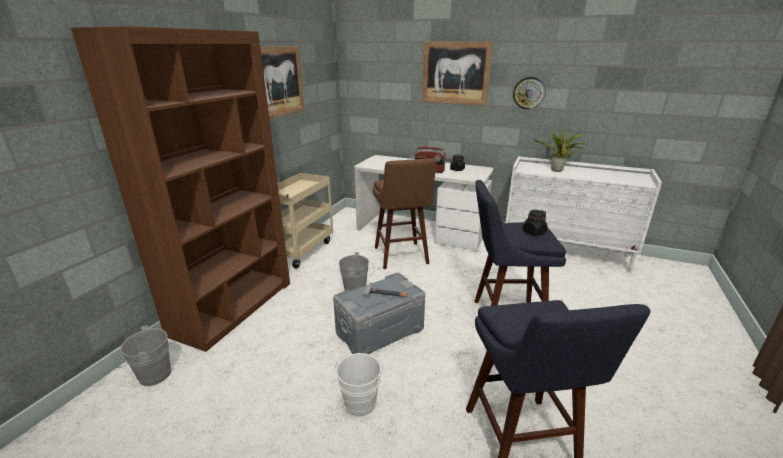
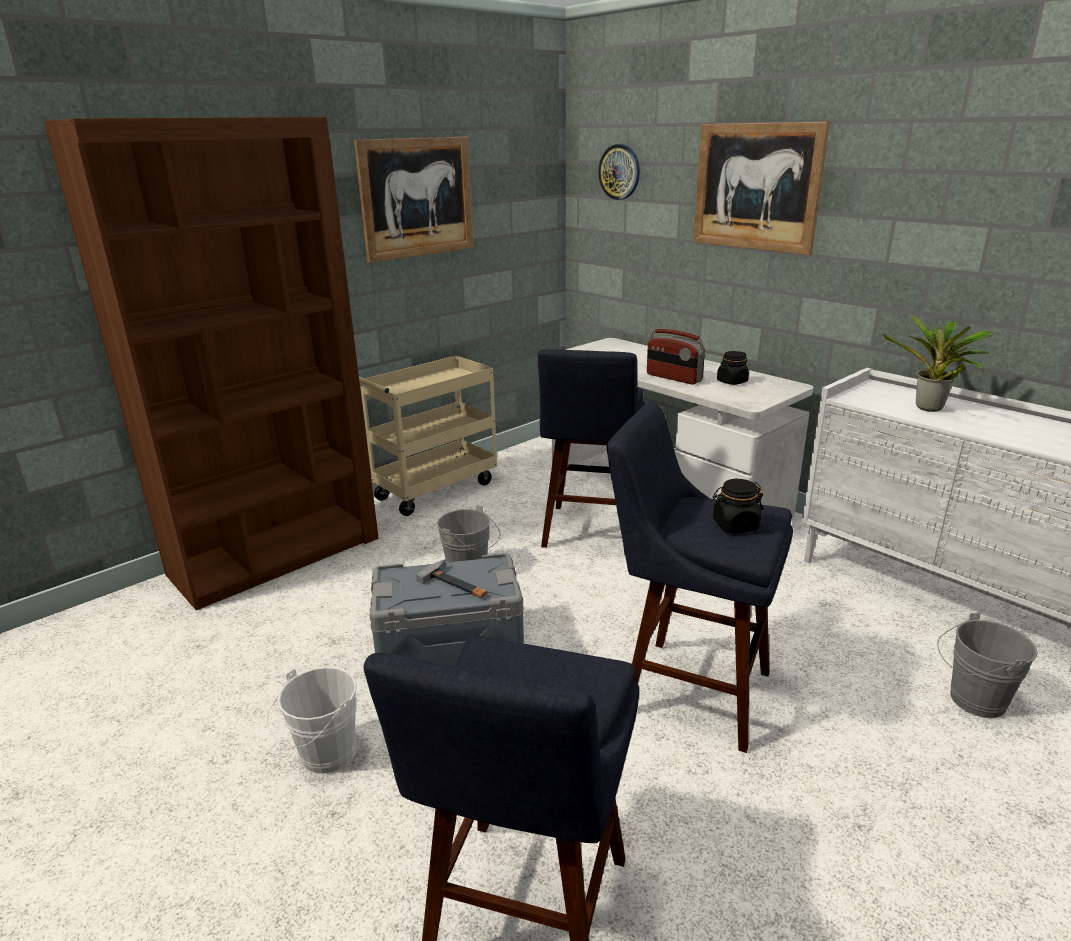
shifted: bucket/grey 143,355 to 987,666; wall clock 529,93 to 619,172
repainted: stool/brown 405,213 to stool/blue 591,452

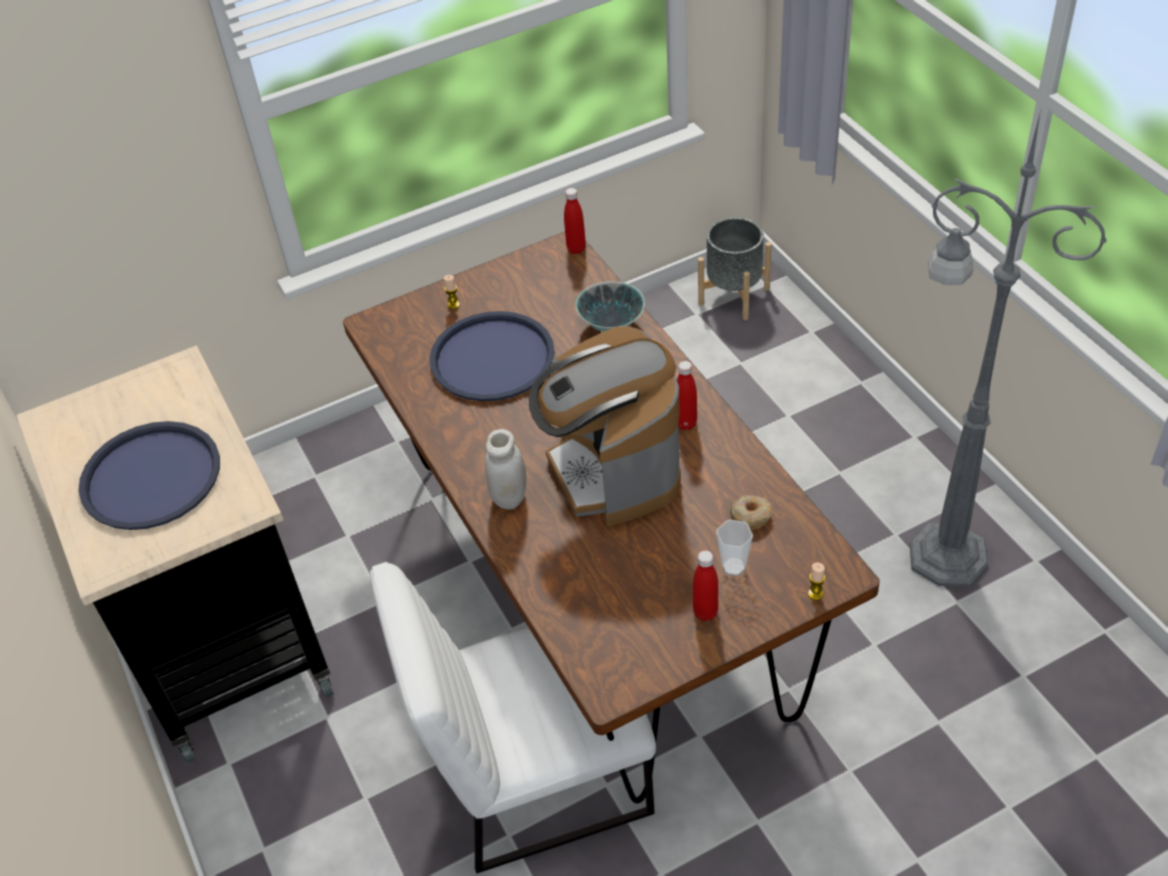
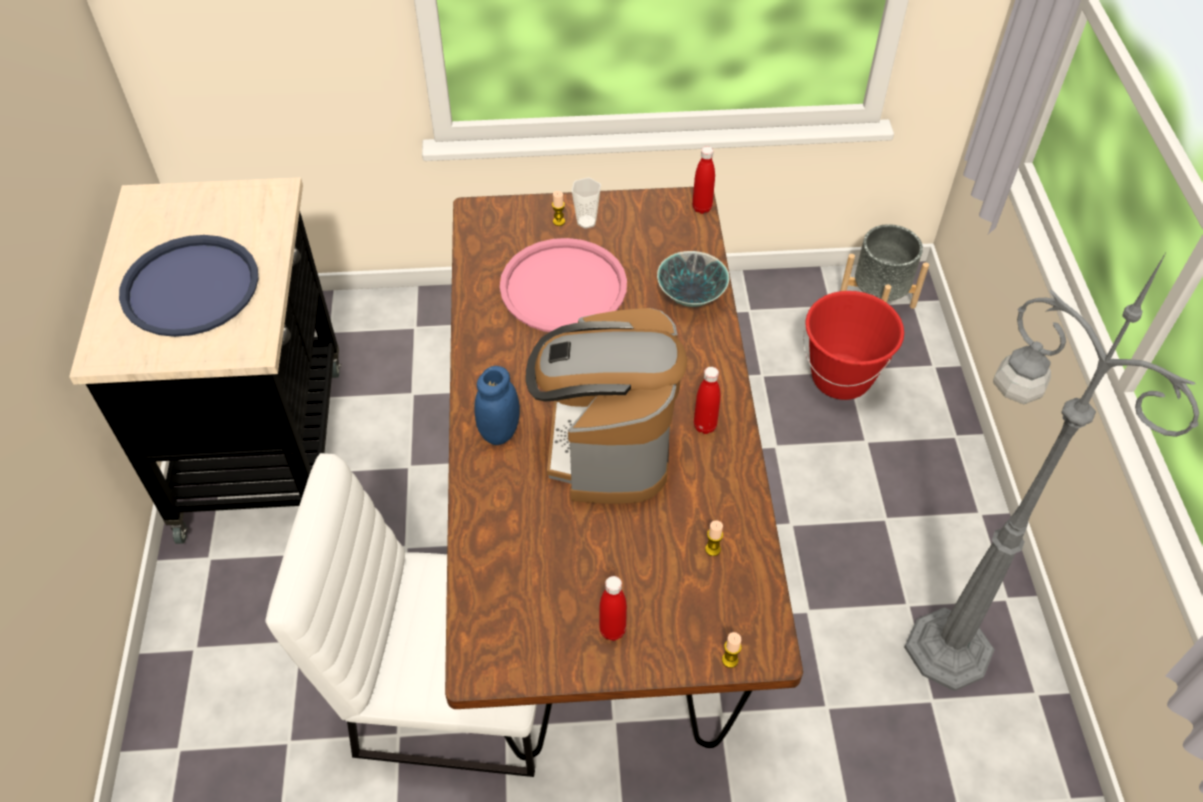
new: bucket/red 853,345
shifted: cup 734,548 to 586,203
swapped: donut 751,512 to candle 714,538
repainted: tray/blue 492,356 to tray/pink 563,285; jar/white 505,469 to jar/blue 497,405

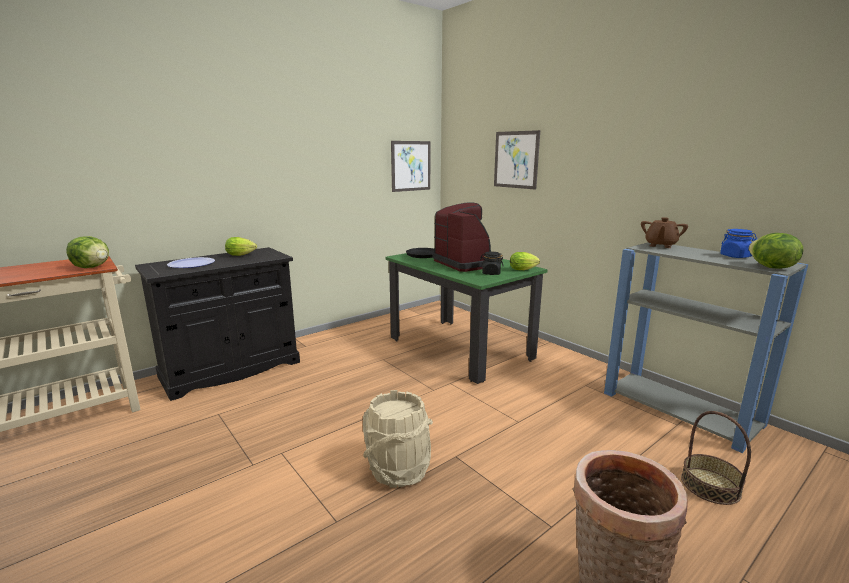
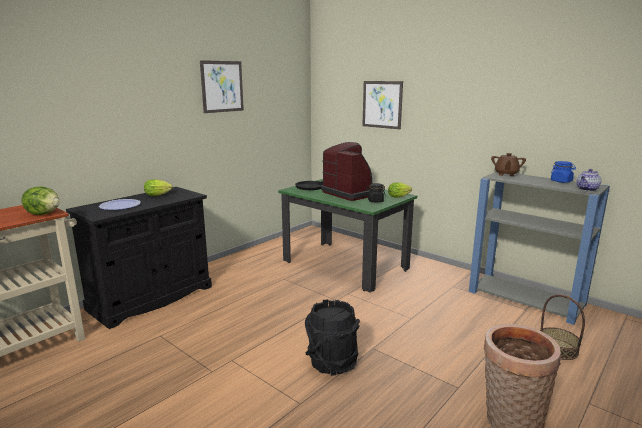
shifted: picture 410,166 to 222,86
swapped: lettuce 776,251 to teapot 589,180
repainted: bucket/beige 398,439 to bucket/black 332,337

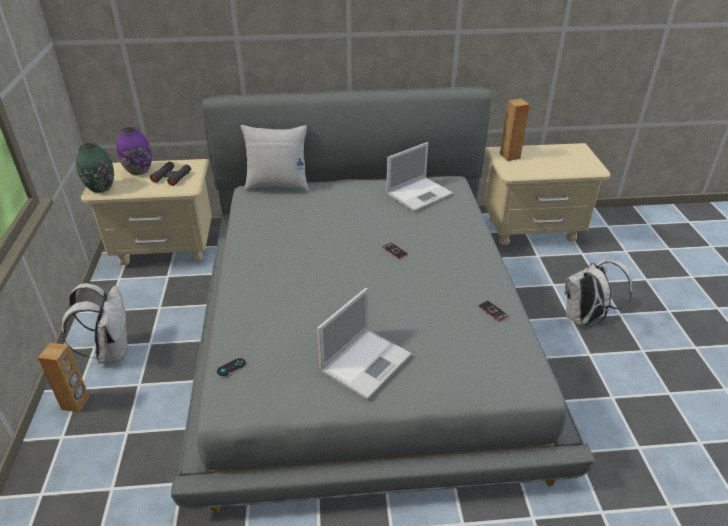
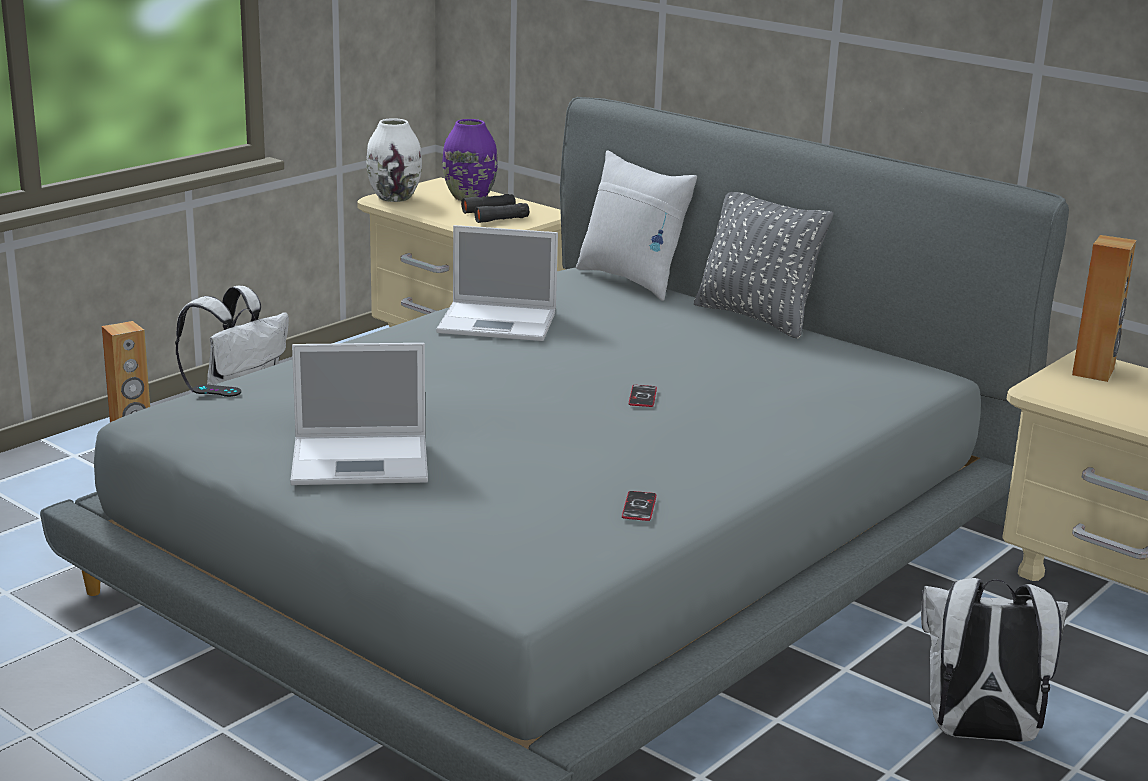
new: pillow/grey 764,265
shifted: laptop 419,176 to 497,283
repainted: vase/green 95,168 to vase/white 394,160

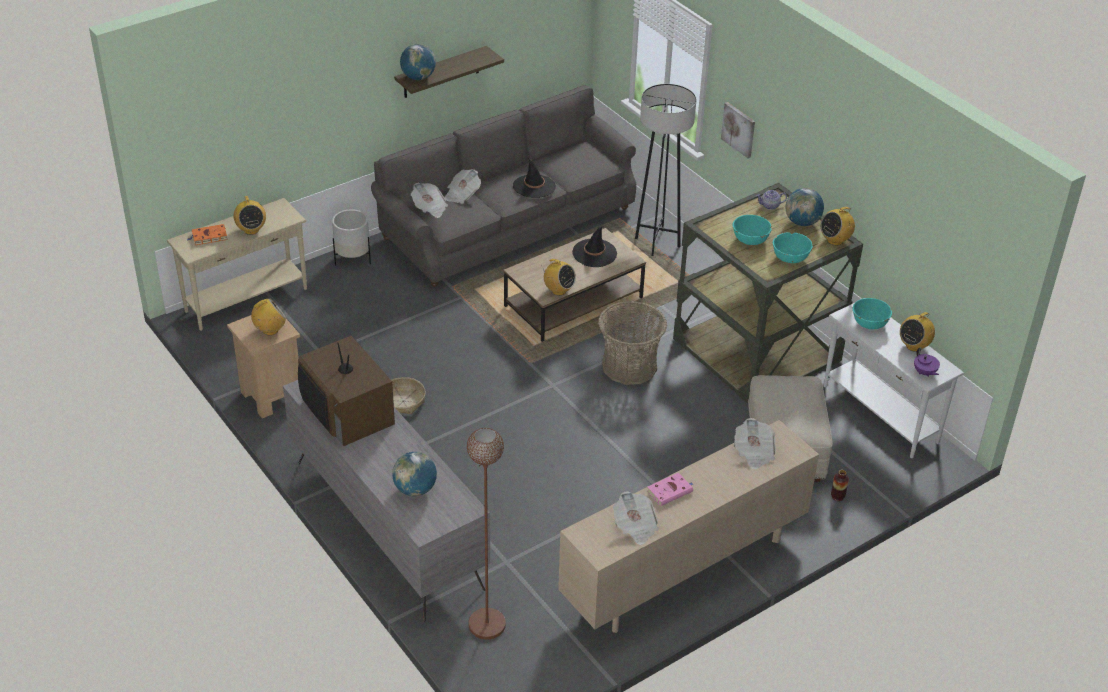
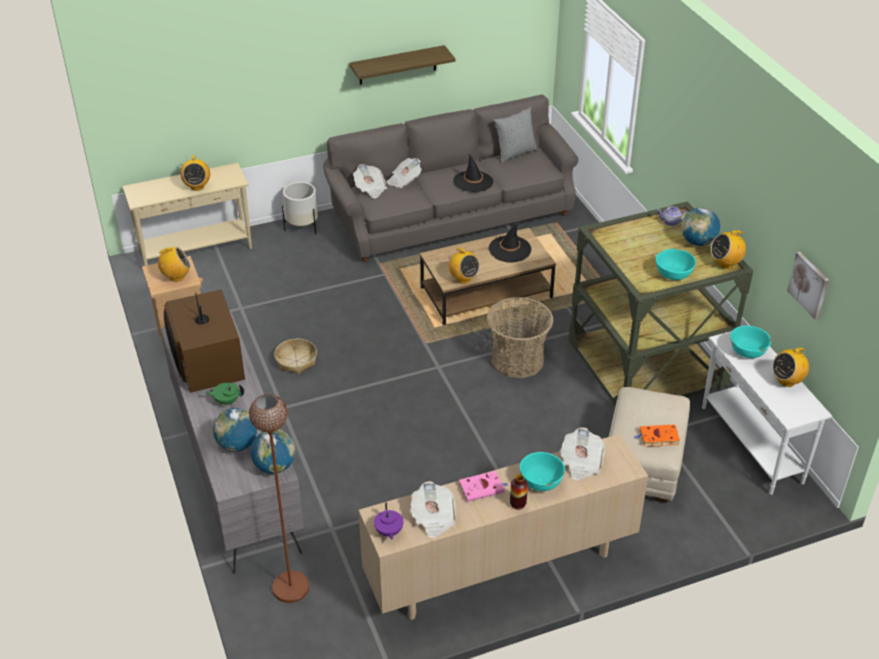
gone: floor lamp/black 665,170
new: teapot/green 224,394; pillow/grey 516,135
shifted: book/orange 208,234 to 657,435; globe 418,62 to 273,451; picture 738,130 to 808,286; bowl/turquoise 752,230 to 542,471; vase 840,485 to 519,492; teapot/purple 927,362 to 388,520

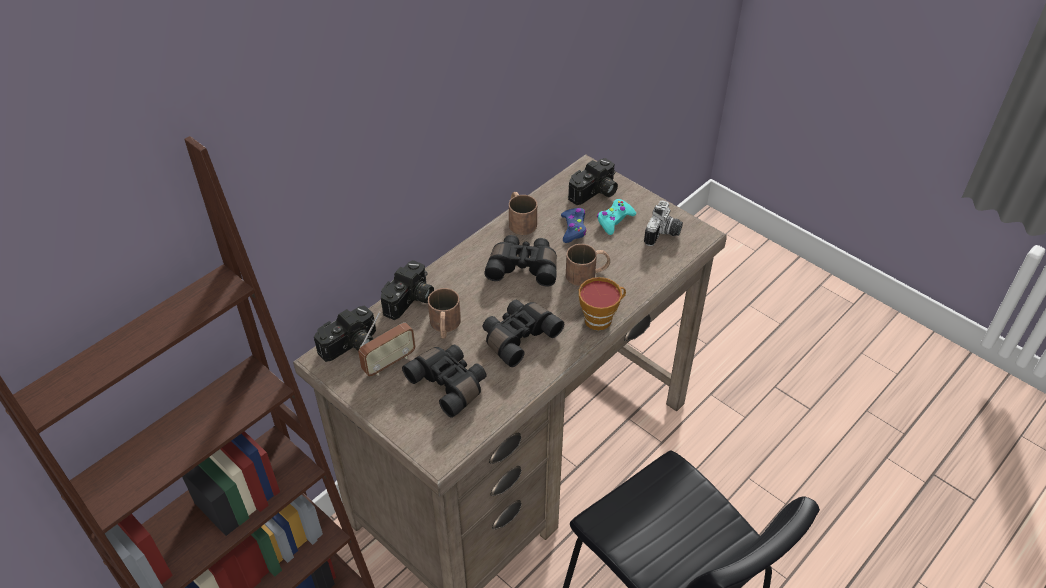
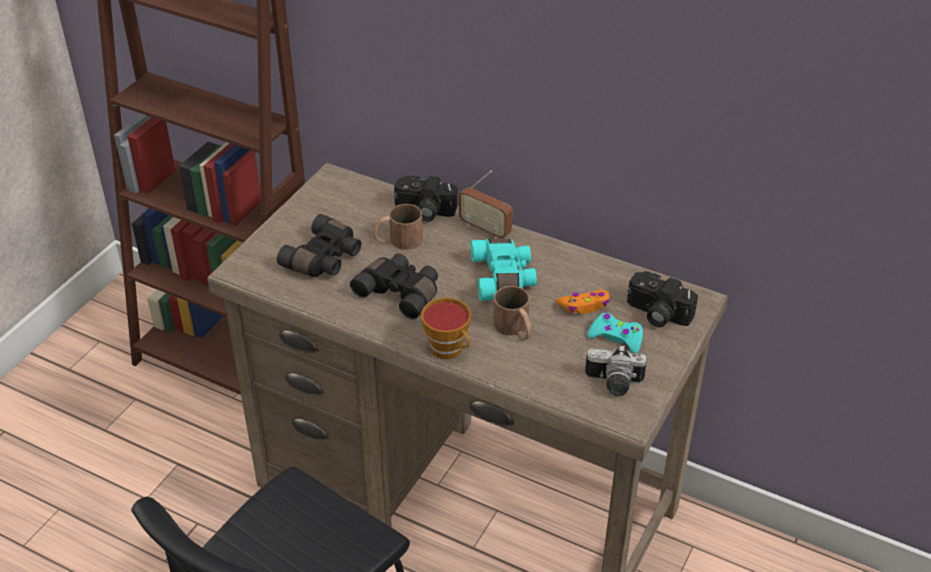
gone: photo camera 345,333; mug/brown 523,213
shifted: radio 387,344 to 485,205
repainted: binoculars/black 520,261 to binoculars/turquoise 504,270; game controller/blue 573,225 to game controller/orange 583,301

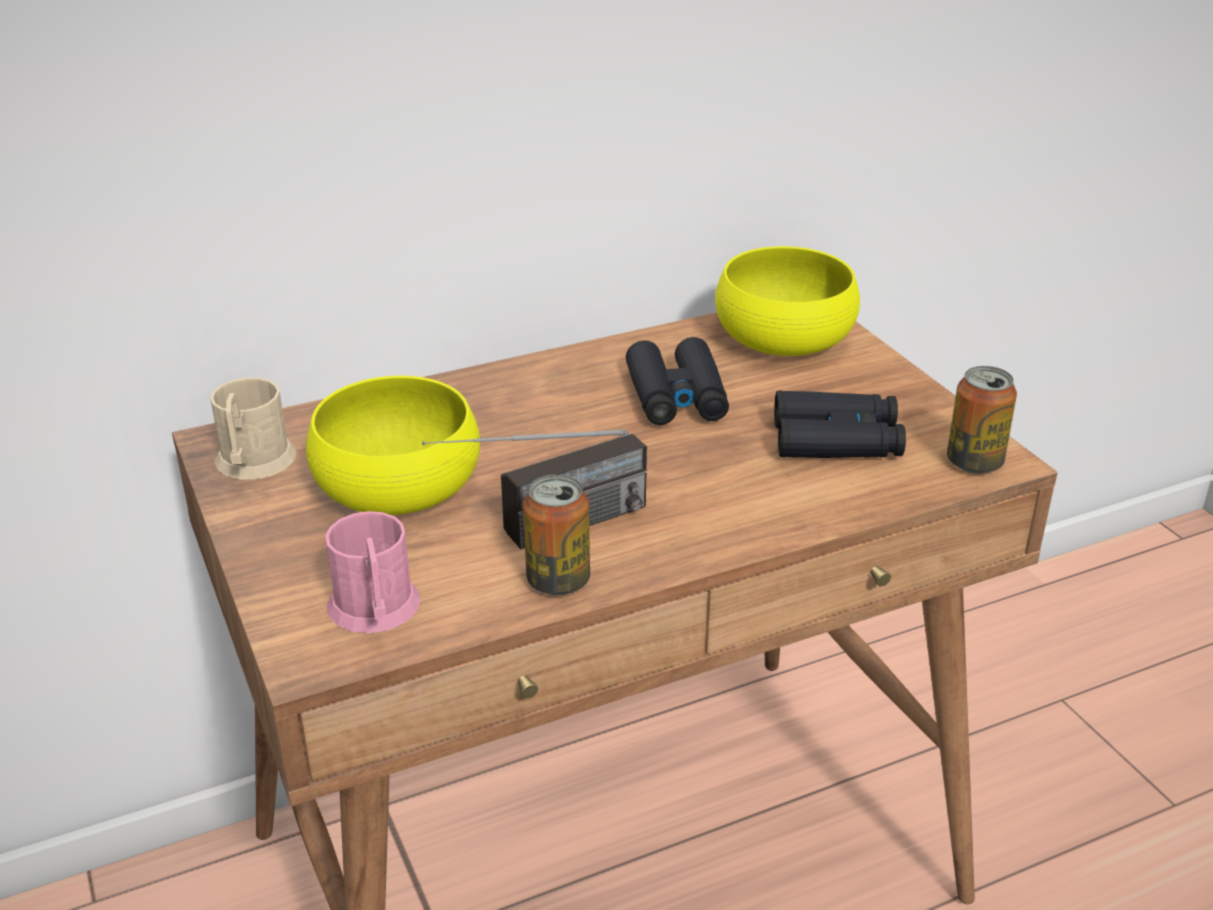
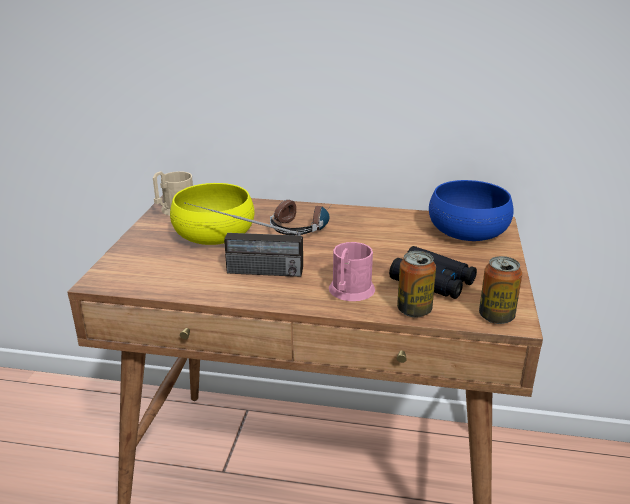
gone: binoculars/black 677,381
new: headphones 300,217
shifted: mug/pink 373,572 to 352,271; can 556,534 to 416,284
repainted: bowl/yellow 787,301 to bowl/blue 471,210

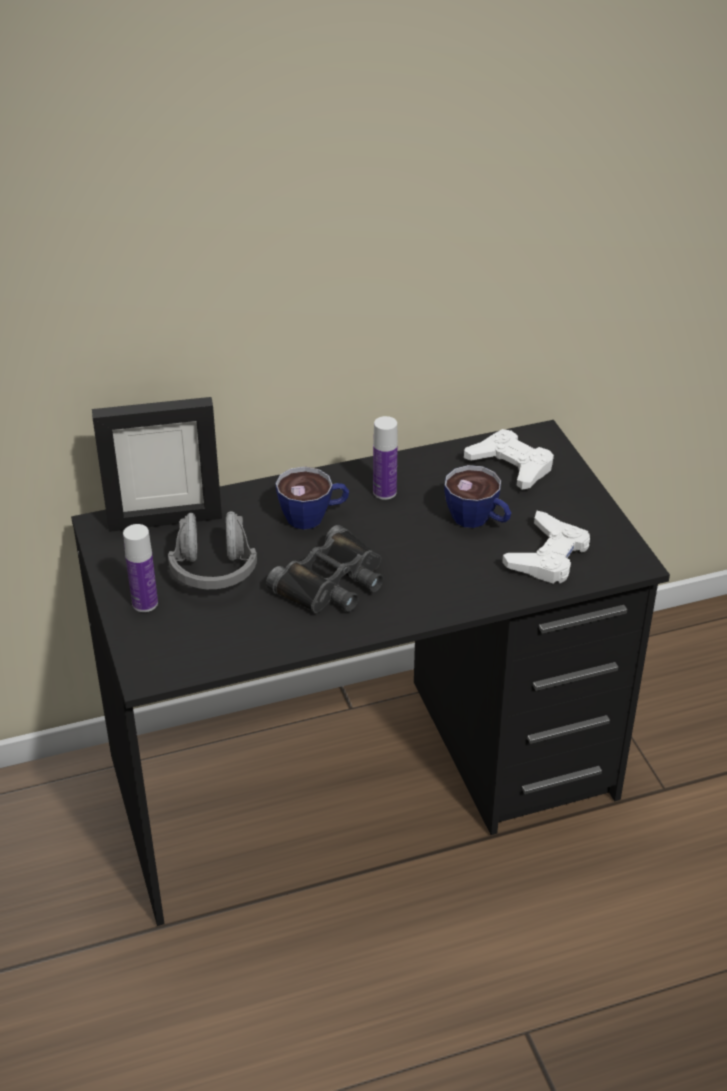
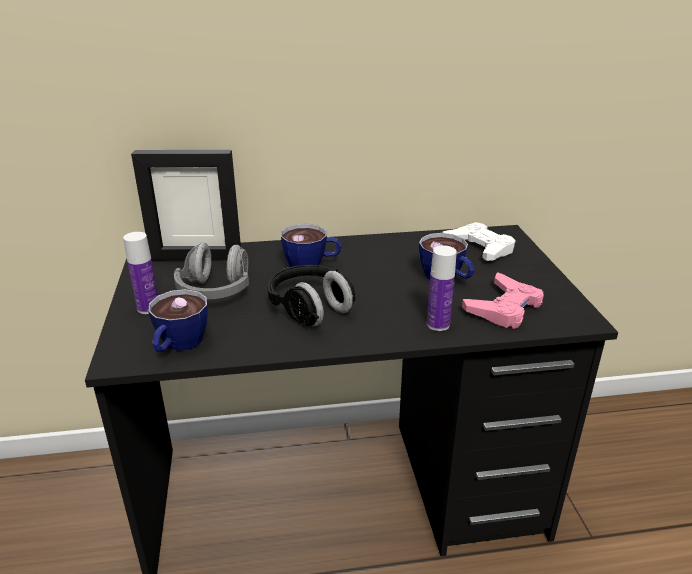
new: cup 178,320
shifted: bottle 385,458 to 442,288
swapped: binoculars/black 325,569 to headphones/black 311,295
repainted: game controller/white 546,547 to game controller/pink 503,300

